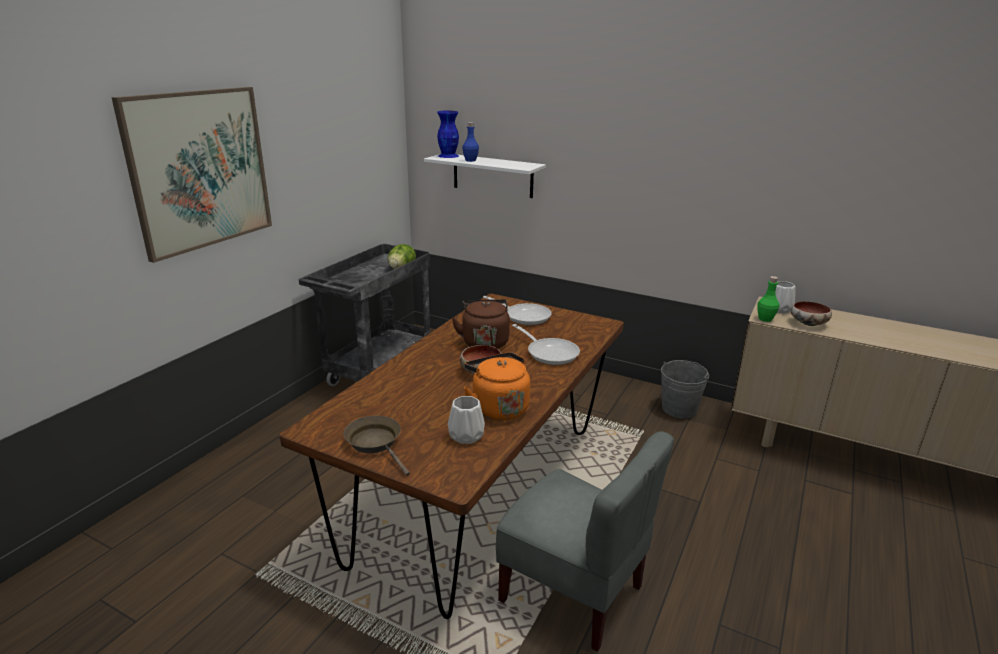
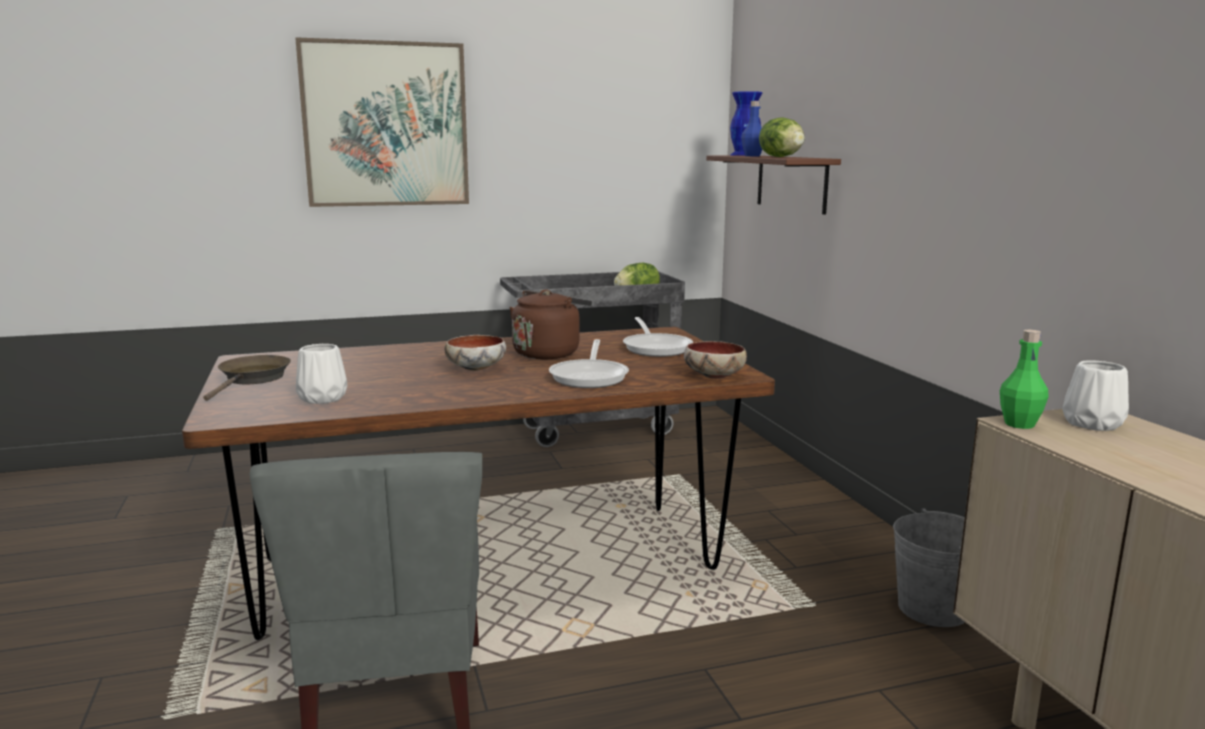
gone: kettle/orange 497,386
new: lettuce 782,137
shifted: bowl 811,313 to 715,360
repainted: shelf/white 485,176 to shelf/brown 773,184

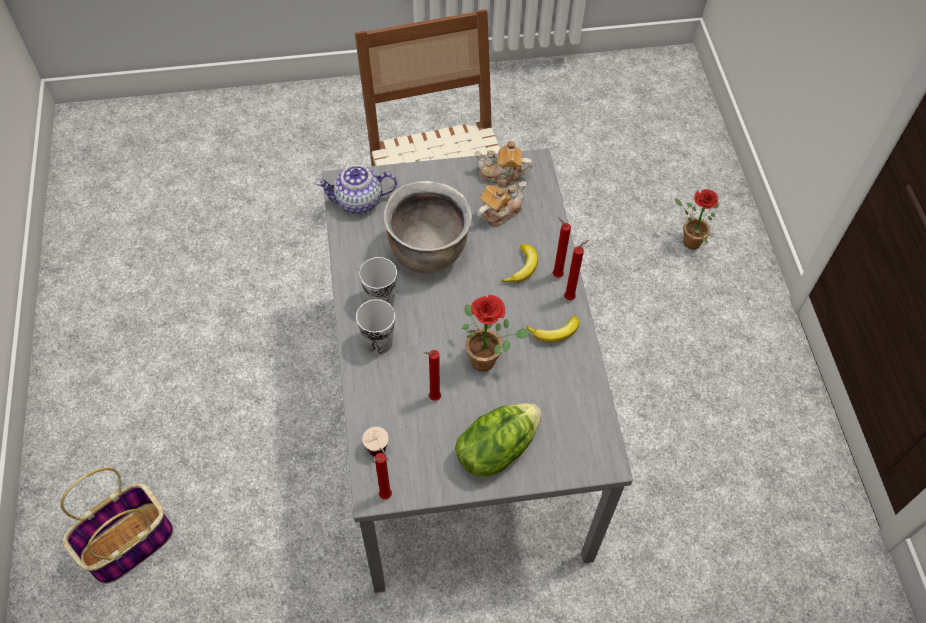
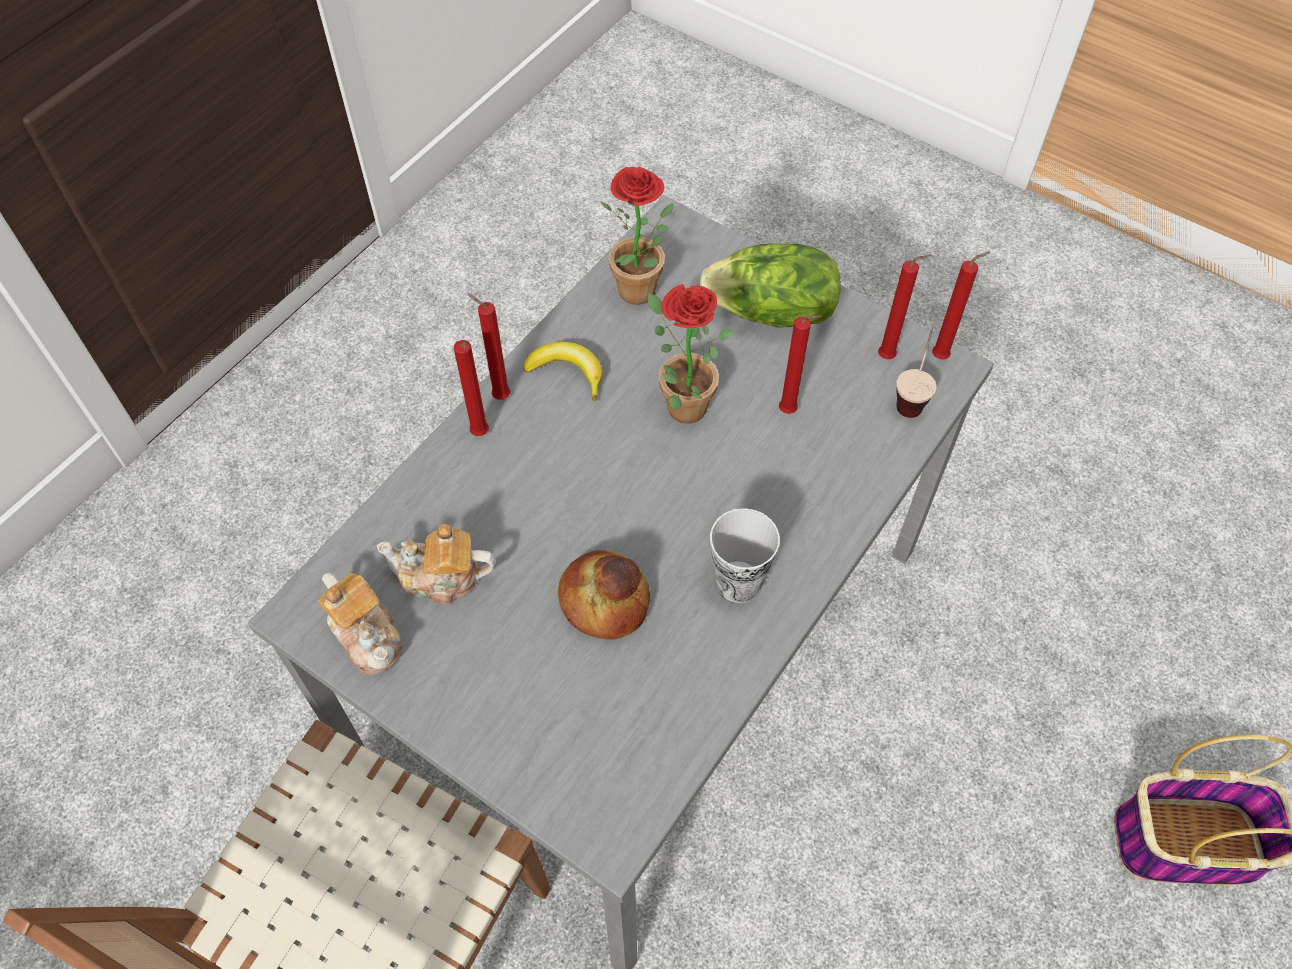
gone: teapot 356,189; cup 375,326; banana 519,263
new: candle/red 904,306
shifted: potted plant 697,219 to 637,236
swapped: cooking pot/brown 427,227 to bread 604,595

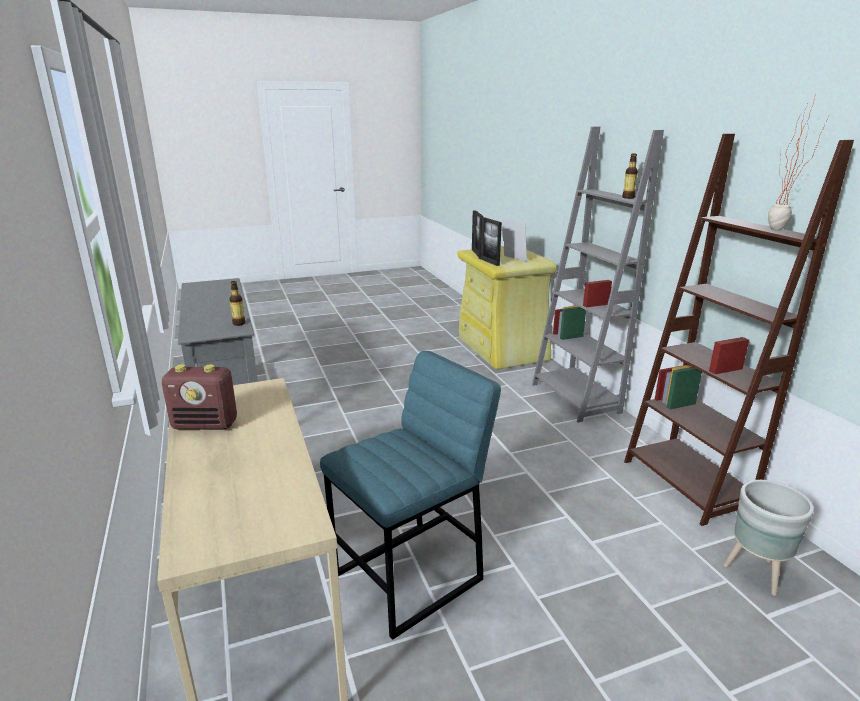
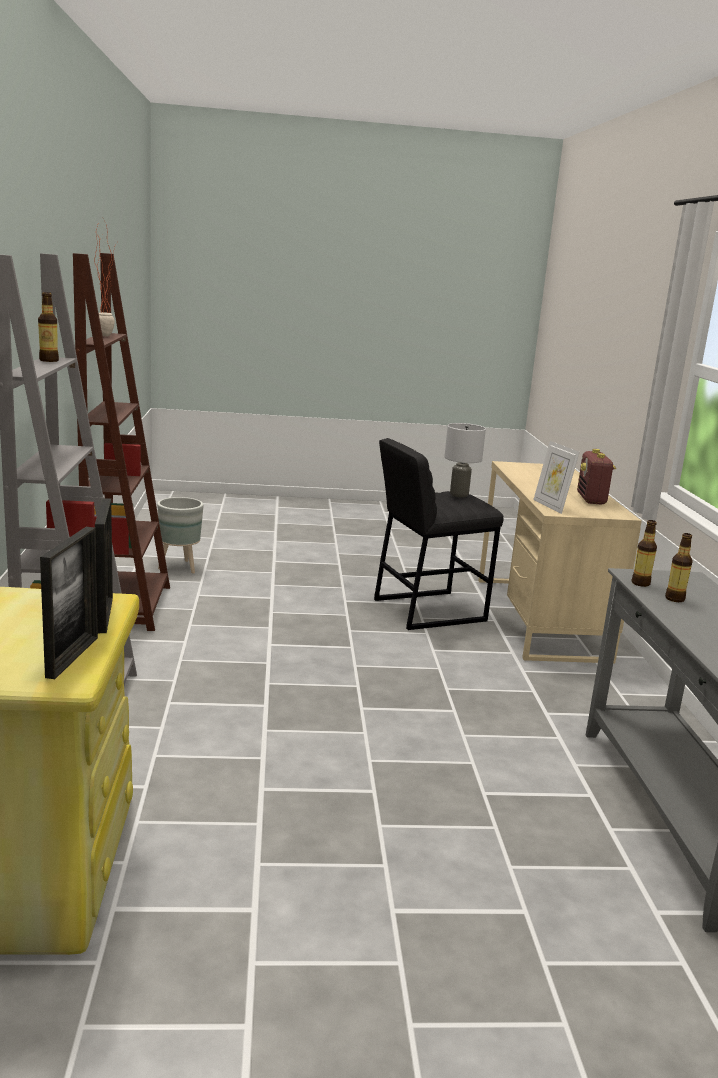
new: table lamp/white 465,460; bottle 679,567
shifted: picture frame 514,240 to 556,477
repainted: stool/blue 410,495 to stool/black 438,534
rotated: radio 199,397 = 596,476 105 degrees counterclockwise

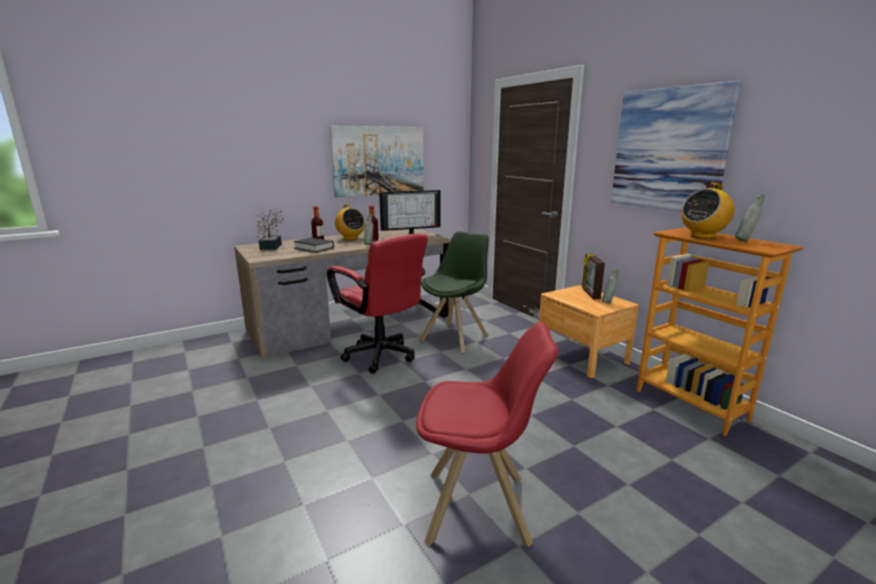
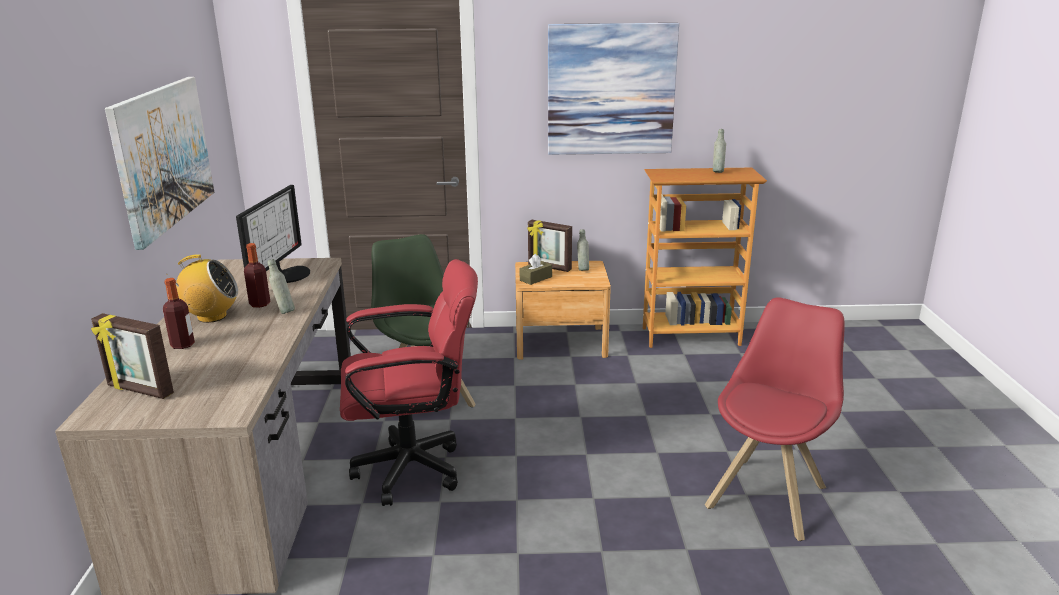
gone: book/black 314,244; radio 708,211
new: tissue box/brown 536,269
swapped: potted plant 269,229 to picture frame 132,356

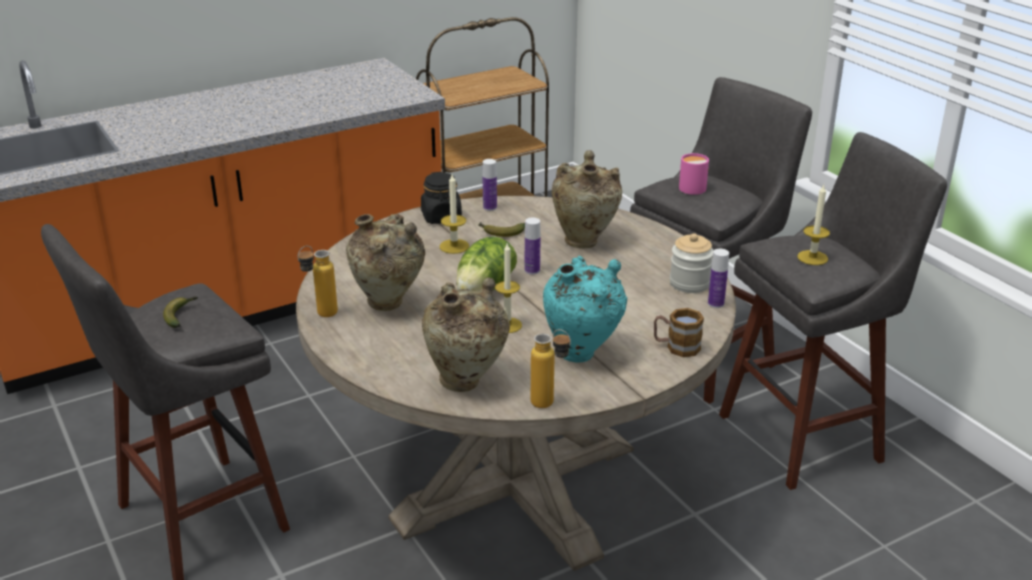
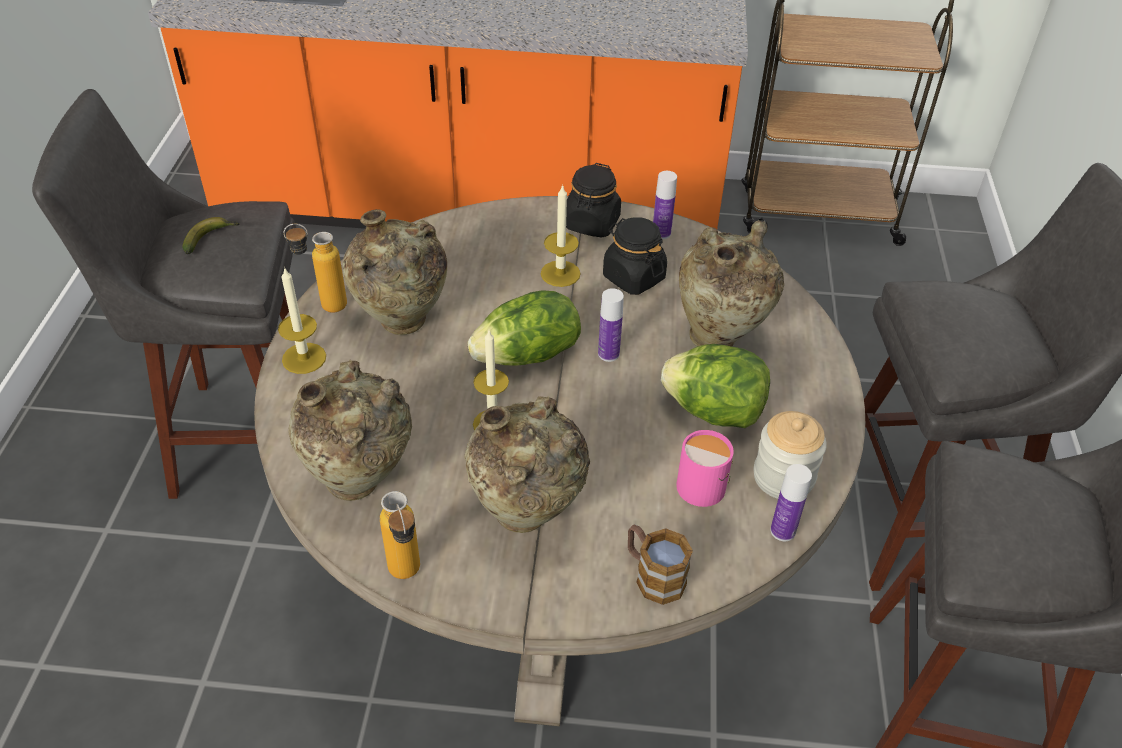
new: lettuce 715,386
shifted: mug/pink 694,174 to 705,468; candle 813,225 to 302,320
swapped: banana 501,229 to jar/black 635,256
repainted: vase/turquoise 585,309 to vase/beige 527,464

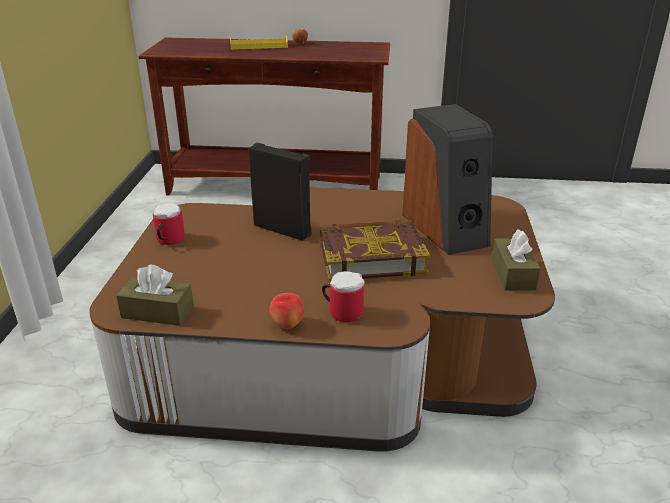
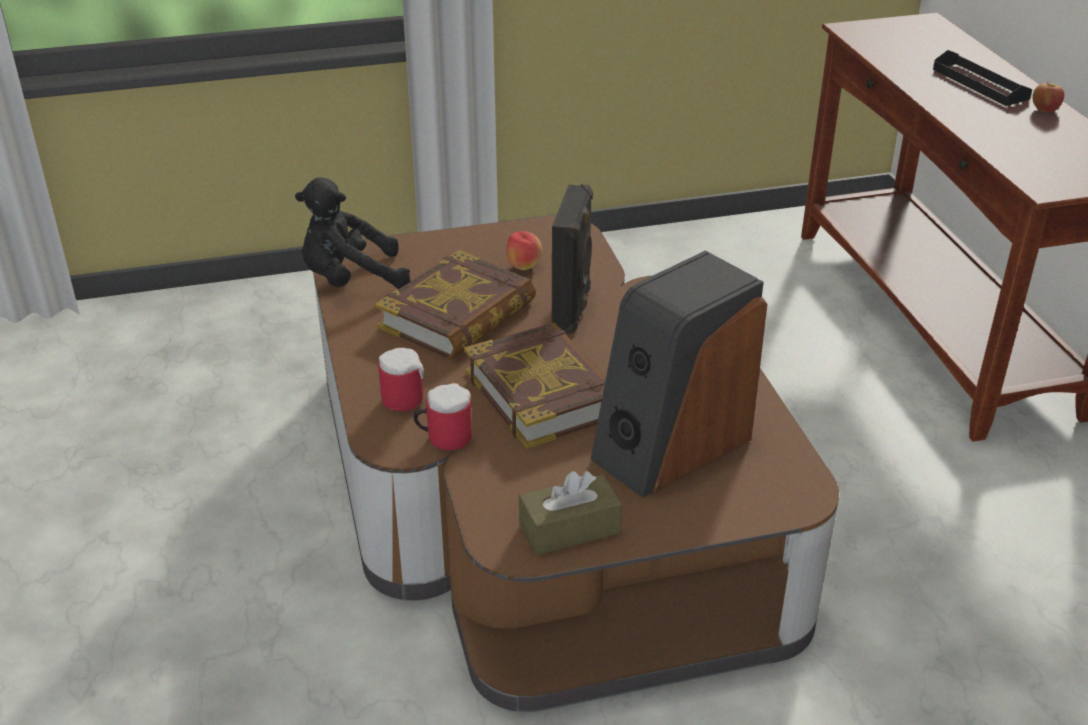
new: book 455,305
shifted: mug 169,224 to 442,416; apple 286,311 to 524,250
swapped: tissue box/brown 155,295 to plush toy/black 353,233
repainted: tray/yellow 259,42 to tray/black 983,78

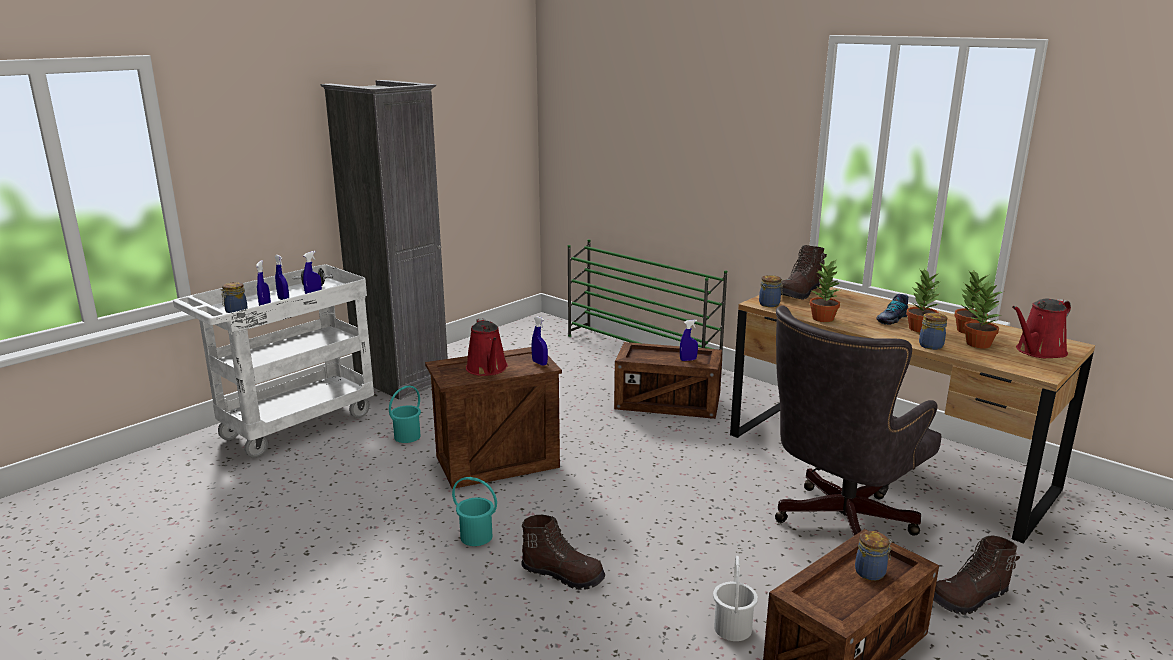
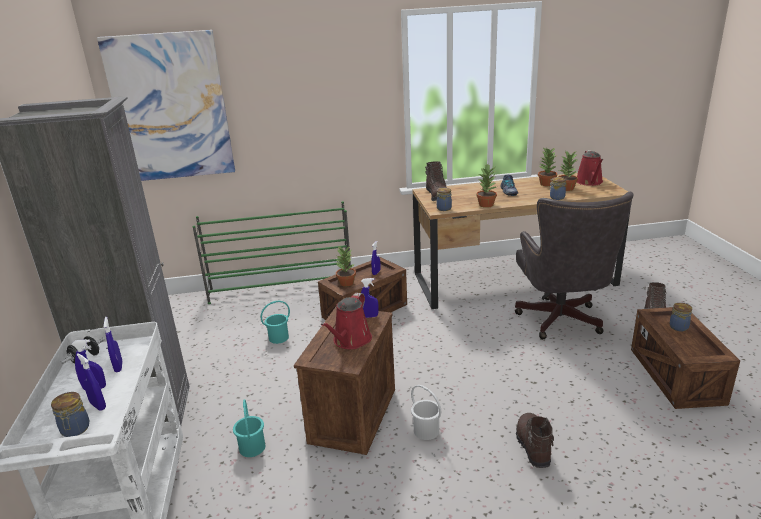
new: picture 166,105
shifted: bucket/turquoise 474,511 to 275,322; bucket/white 735,598 to 426,412; potted plant 923,301 to 345,266
rotated: watering can/red 487,347 = 346,321 90 degrees clockwise; boot/brown 563,552 = 535,440 60 degrees counterclockwise

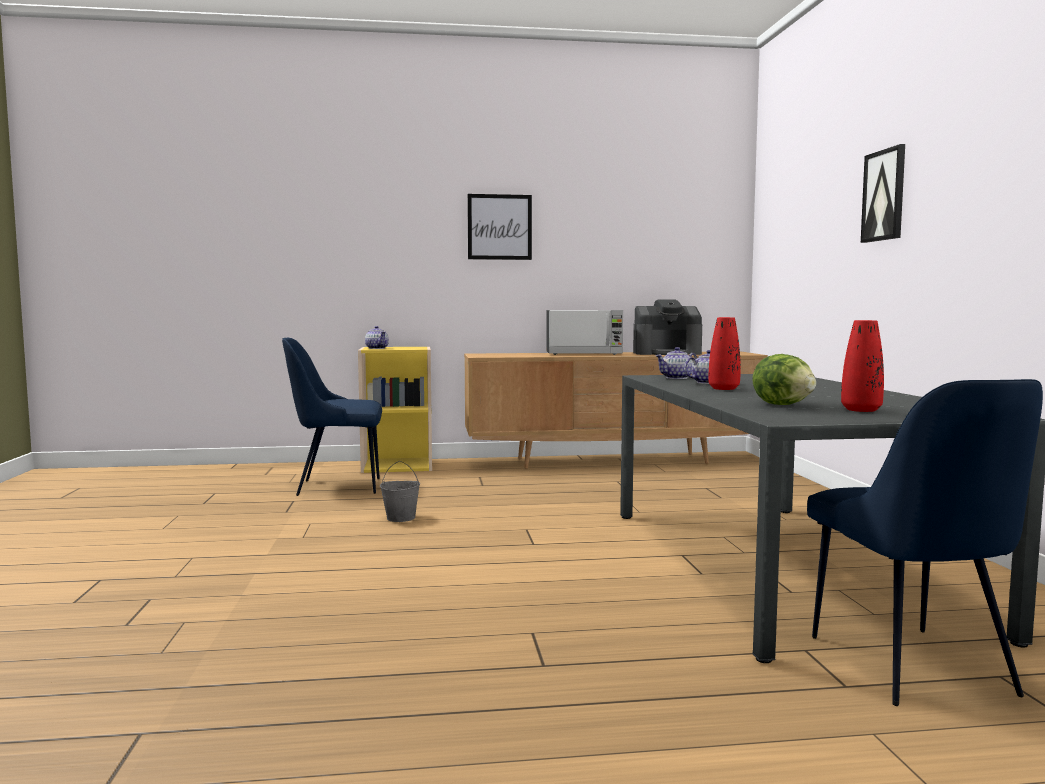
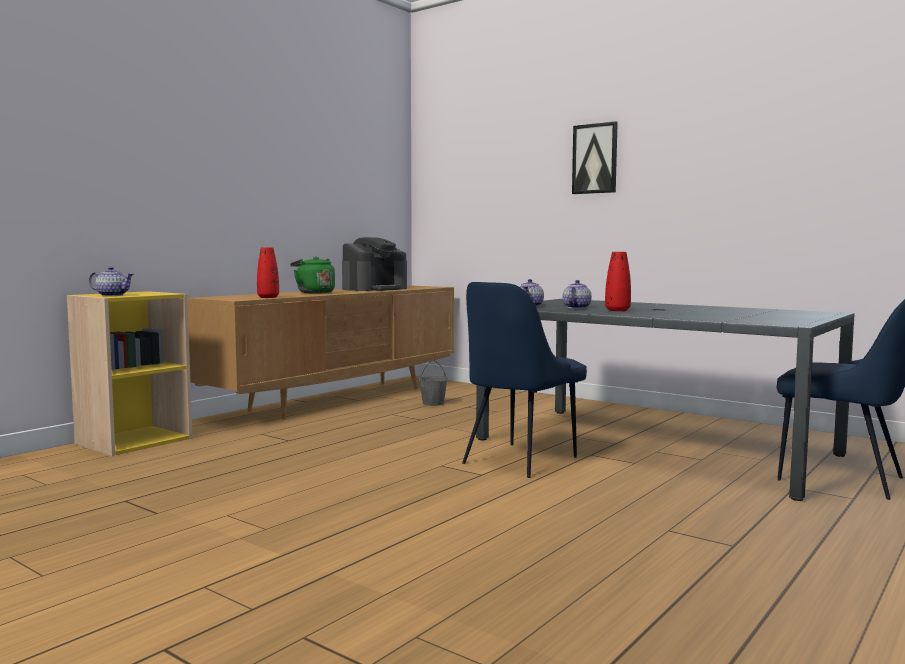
gone: picture 500,227; lettuce 784,379
shifted: chair/blue 332,417 to 524,380; bucket/grey 400,491 to 433,383; vase/red 862,366 to 268,272
swapped: microwave 584,332 to kettle/green 312,275

